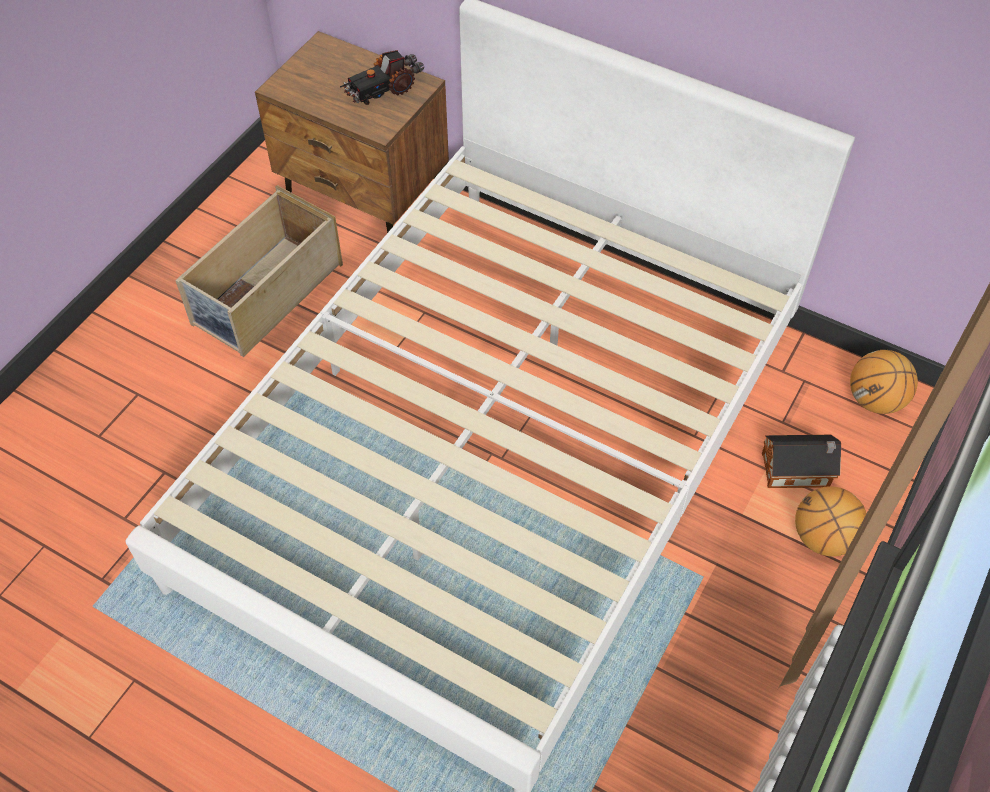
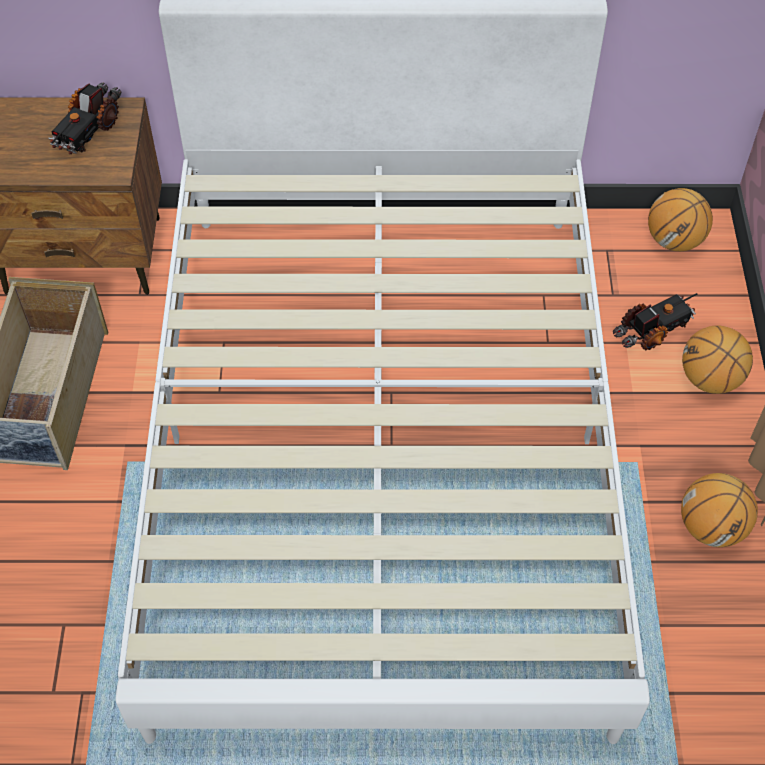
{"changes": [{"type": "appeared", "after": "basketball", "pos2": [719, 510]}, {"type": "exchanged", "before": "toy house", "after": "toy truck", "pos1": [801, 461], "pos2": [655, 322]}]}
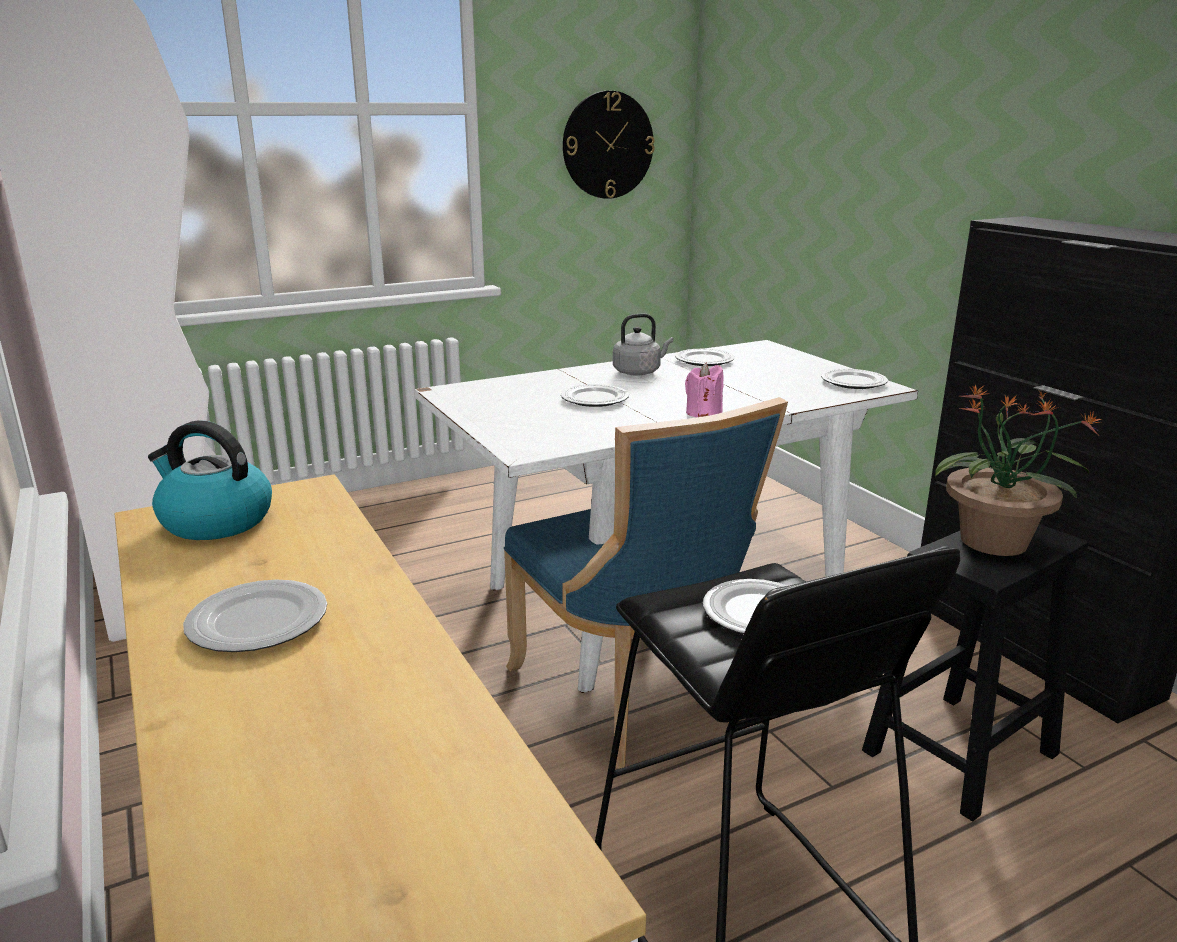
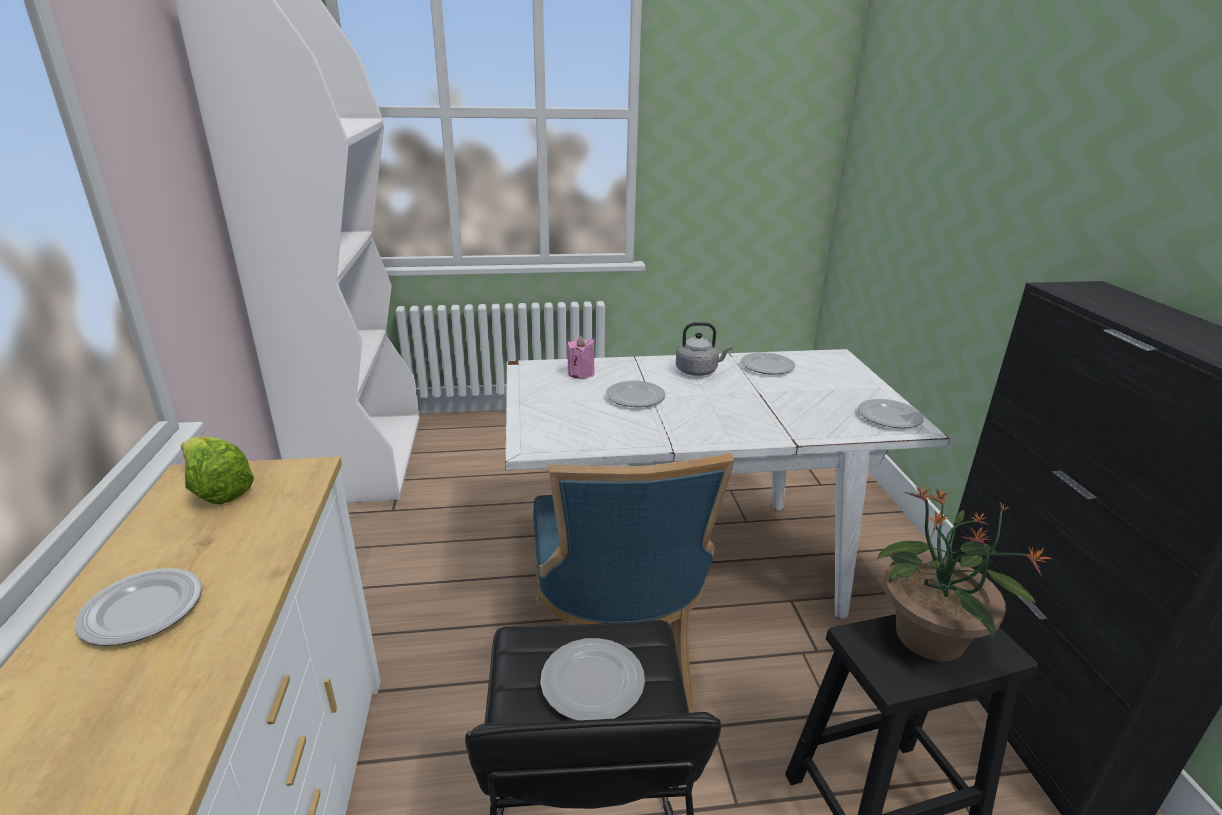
{"changes": [{"type": "missing", "before": "wall clock", "pos1": [609, 145]}, {"type": "relocated", "before": "pink candle", "pos1": [704, 390], "pos2": [581, 357]}, {"type": "exchanged", "before": "kettle", "after": "lettuce", "pos1": [210, 480], "pos2": [217, 470]}]}
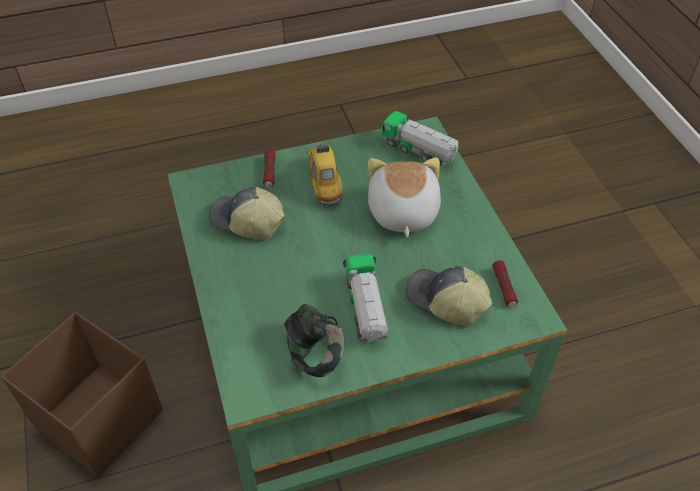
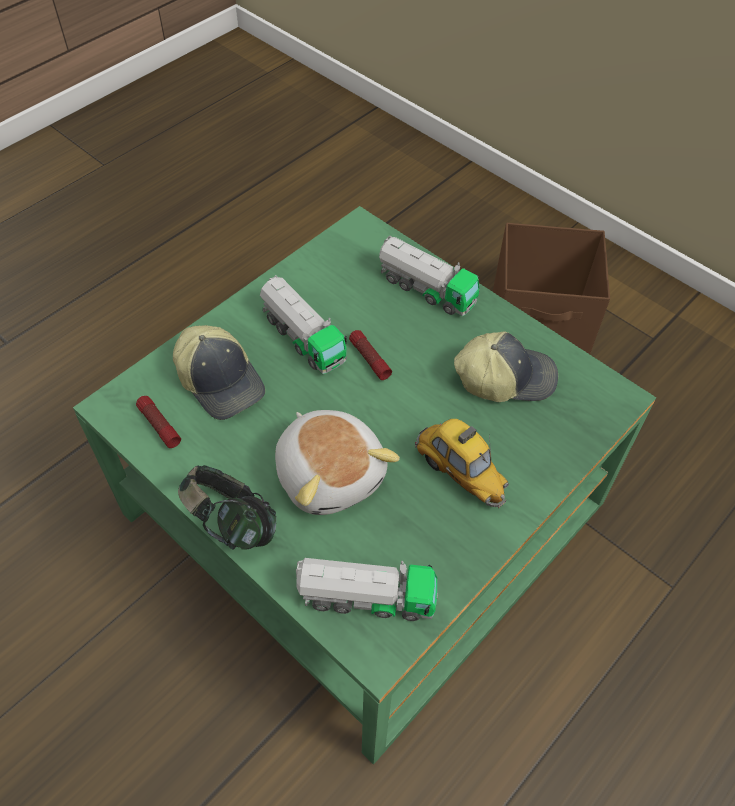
{"changes": [{"type": "appeared", "after": "toy truck", "pos2": [429, 276]}, {"type": "relocated", "before": "flashlight", "pos1": [269, 168], "pos2": [370, 355]}, {"type": "relocated", "before": "headphones", "pos1": [314, 340], "pos2": [227, 507]}, {"type": "spun", "before": "cap", "pos1": [448, 296], "pos2": [219, 372], "turn": 45}]}
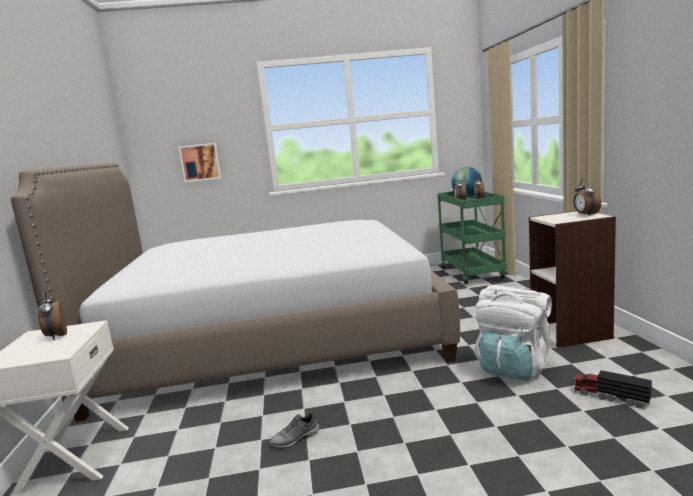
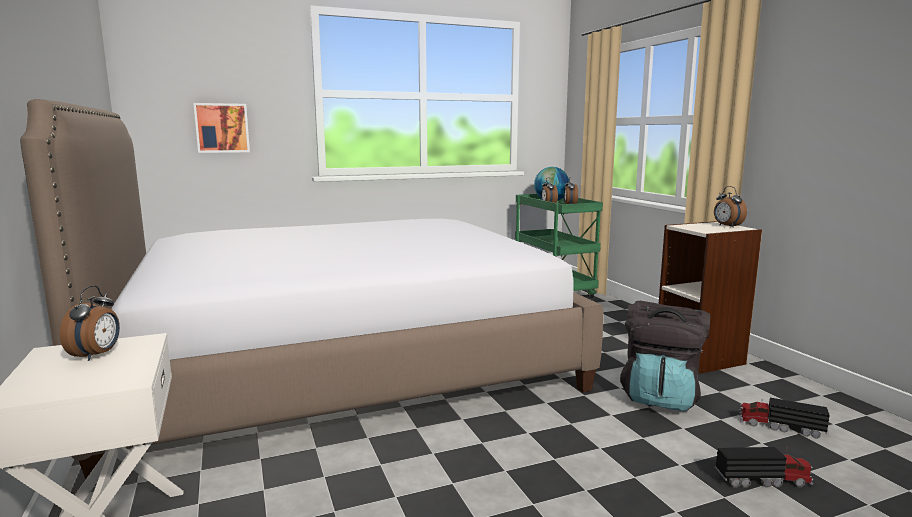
{"changes": [{"type": "missing", "before": "grey shoe", "pos1": [294, 430]}, {"type": "appeared", "after": "toy truck", "pos2": [764, 467]}, {"type": "colour", "before": "white backpack", "after": "black backpack", "pos1": [513, 333], "pos2": [665, 356]}, {"type": "spun", "before": "alarm clock", "pos1": [52, 316], "pos2": [90, 323], "turn": -135}]}
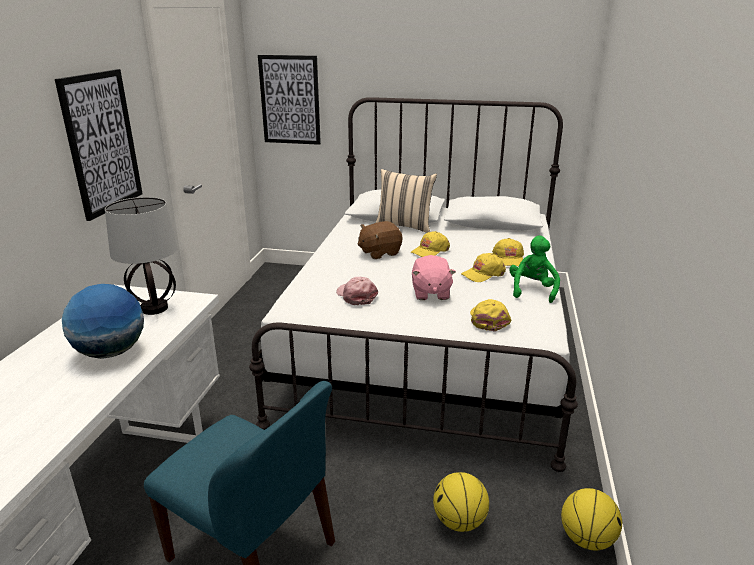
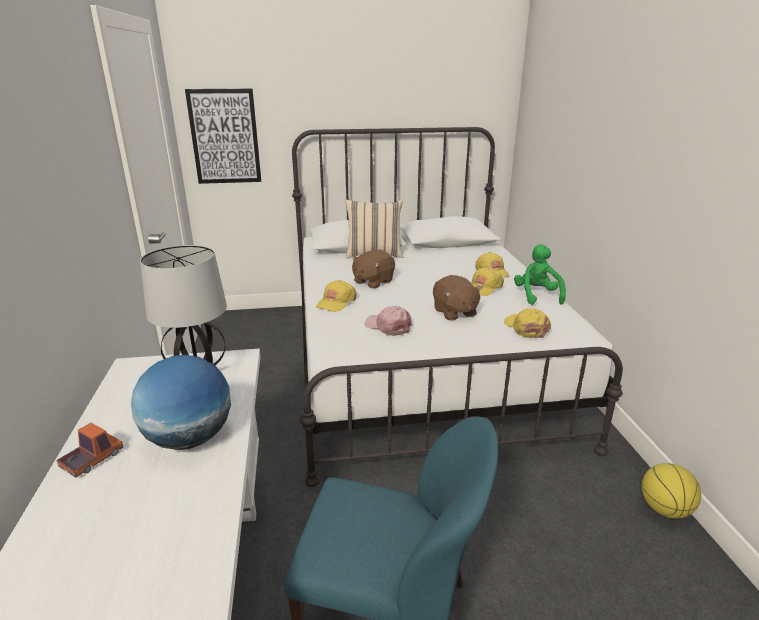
{"changes": [{"type": "missing", "before": "picture", "pos1": [99, 145]}, {"type": "missing", "before": "basketball", "pos1": [461, 502]}, {"type": "appeared", "after": "toy truck", "pos2": [90, 450]}, {"type": "relocated", "before": "yellow cap", "pos1": [430, 244], "pos2": [336, 296]}, {"type": "colour", "before": "pink plush toy", "after": "brown plush toy", "pos1": [434, 277], "pos2": [458, 298]}]}
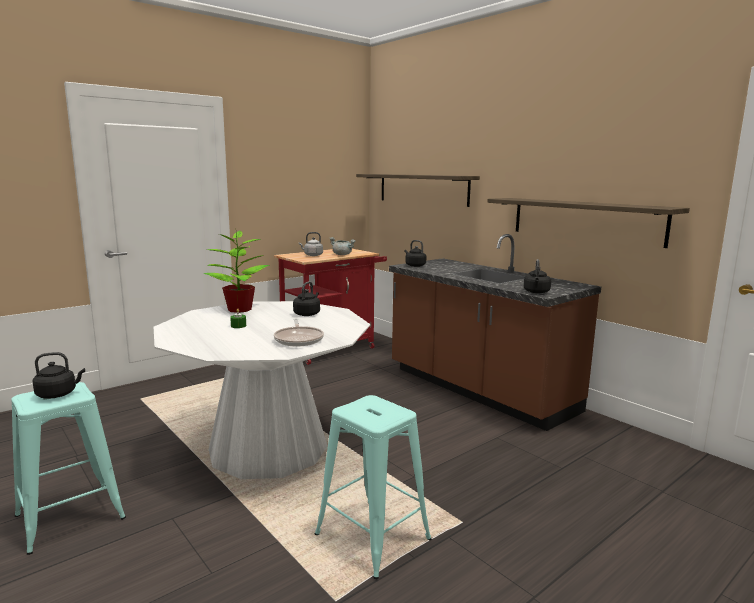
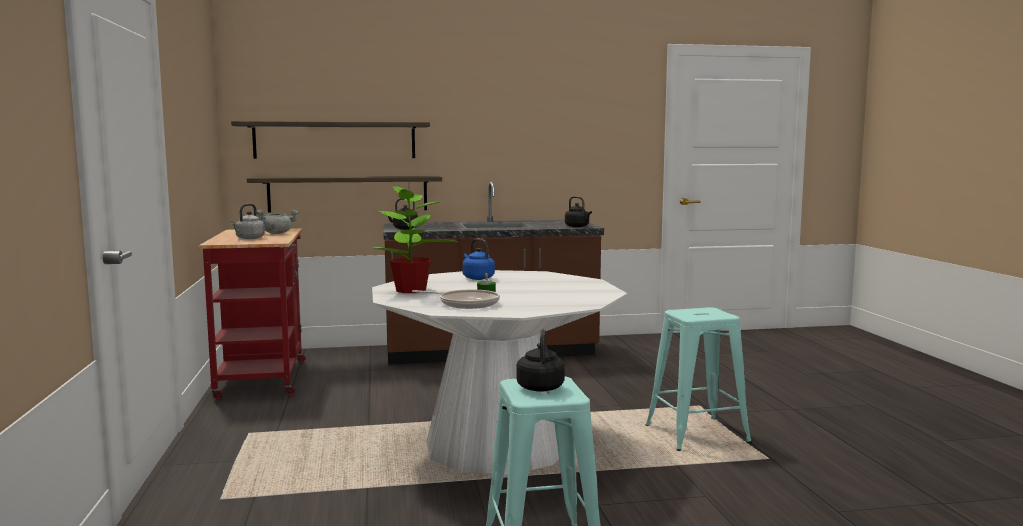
{"changes": [{"type": "relocated", "before": "frying pan", "pos1": [299, 333], "pos2": [456, 299]}, {"type": "relocated", "before": "shelf", "pos1": [588, 223], "pos2": [344, 194]}, {"type": "colour", "before": "black kettle", "after": "blue kettle", "pos1": [306, 298], "pos2": [478, 259]}]}
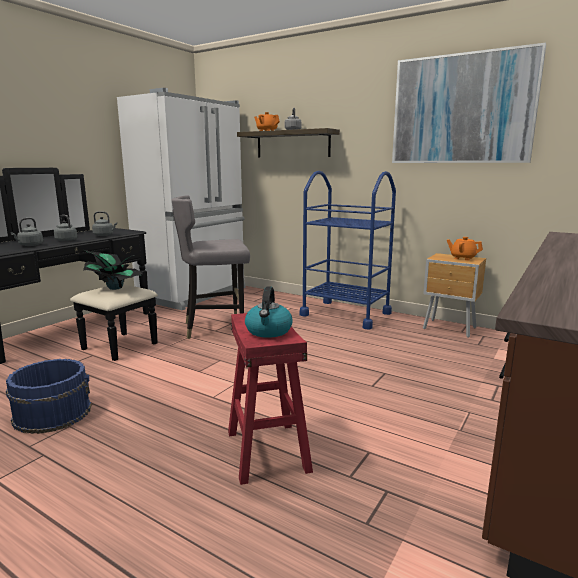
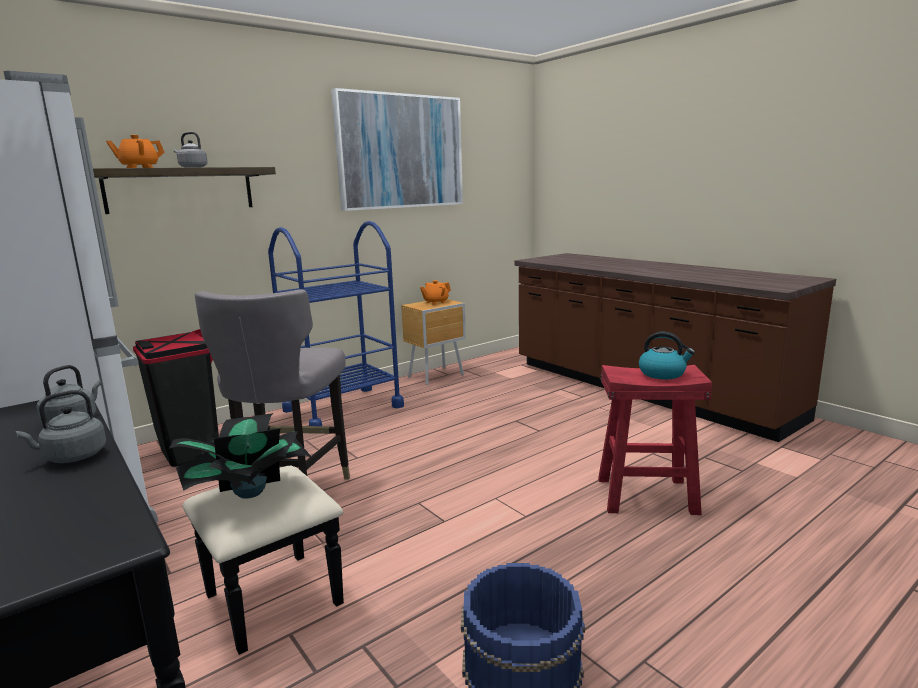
{"changes": [{"type": "missing", "before": "grey kettle", "pos1": [27, 232]}, {"type": "appeared", "after": "black trash can", "pos2": [176, 398]}]}
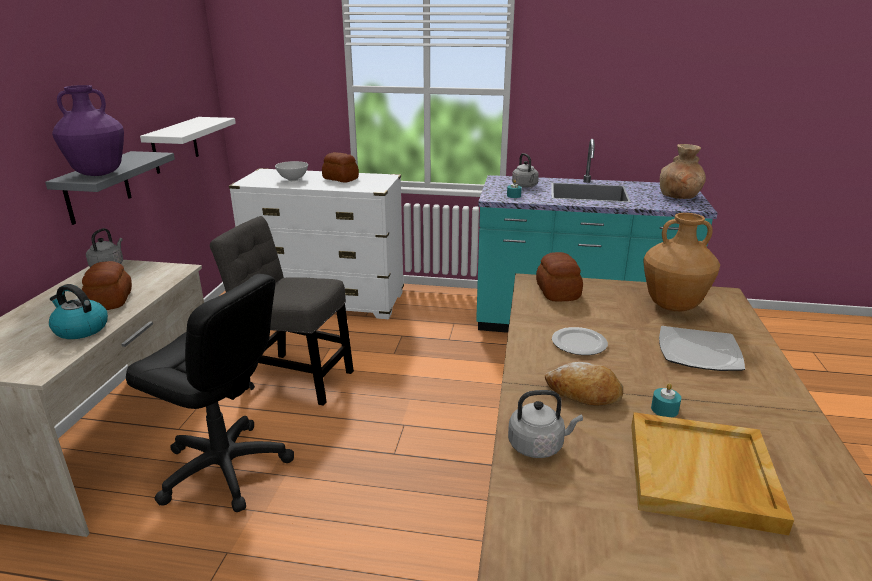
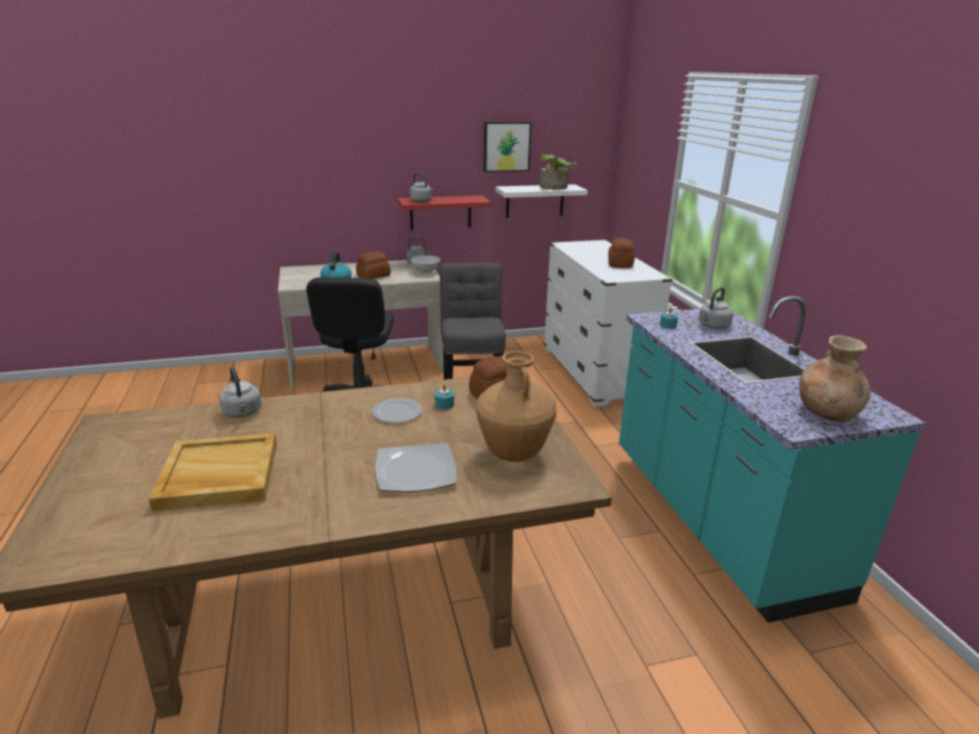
{"changes": [{"type": "missing", "before": "bread", "pos1": [584, 384]}, {"type": "appeared", "after": "picture", "pos2": [508, 147]}, {"type": "appeared", "after": "potted plant", "pos2": [558, 172]}, {"type": "relocated", "before": "white bowl", "pos1": [291, 171], "pos2": [425, 264]}, {"type": "relocated", "before": "turquoise candle", "pos1": [666, 400], "pos2": [444, 397]}, {"type": "exchanged", "before": "purple vase", "after": "grey kettle", "pos1": [88, 130], "pos2": [421, 187]}, {"type": "colour", "before": "grey shelf", "after": "red shelf", "pos1": [110, 188], "pos2": [444, 212]}]}
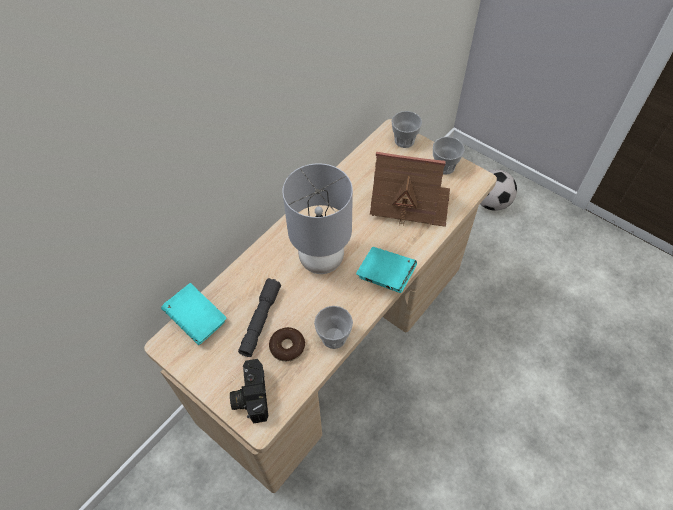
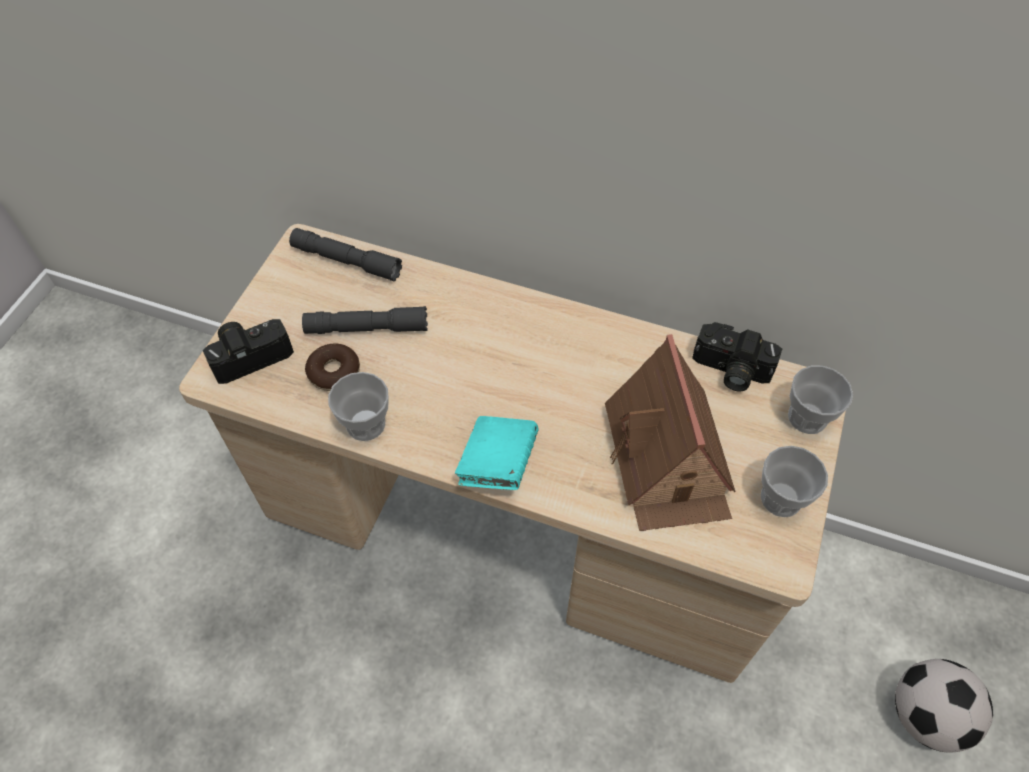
{"changes": [{"type": "missing", "before": "grey table lamp", "pos1": [317, 218]}, {"type": "appeared", "after": "photo camera", "pos2": [737, 356]}, {"type": "exchanged", "before": "turquoise book", "after": "grey flashlight", "pos1": [194, 314], "pos2": [345, 254]}]}
